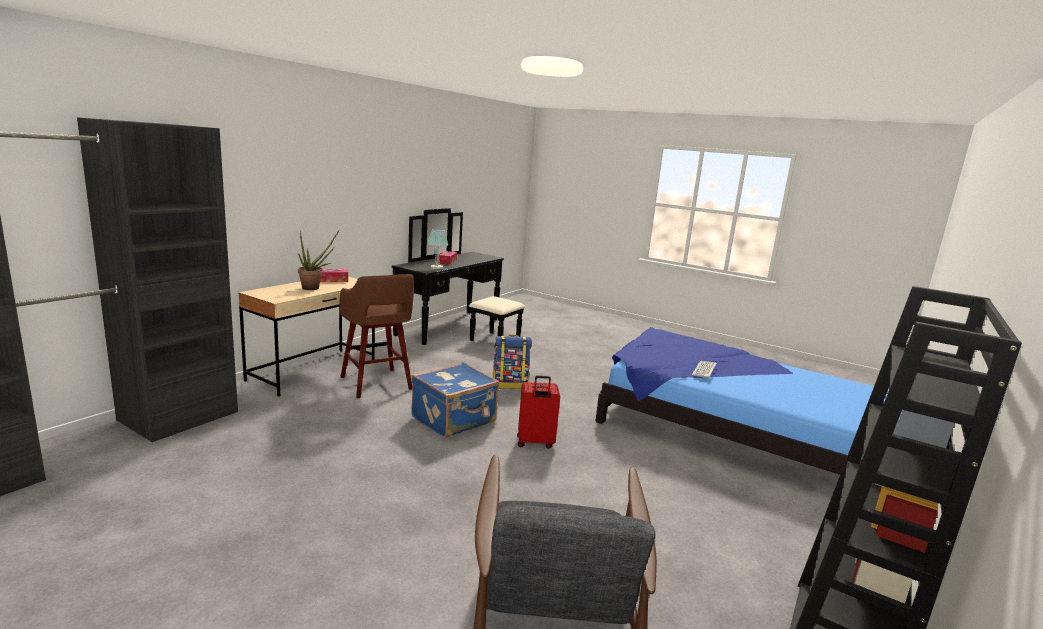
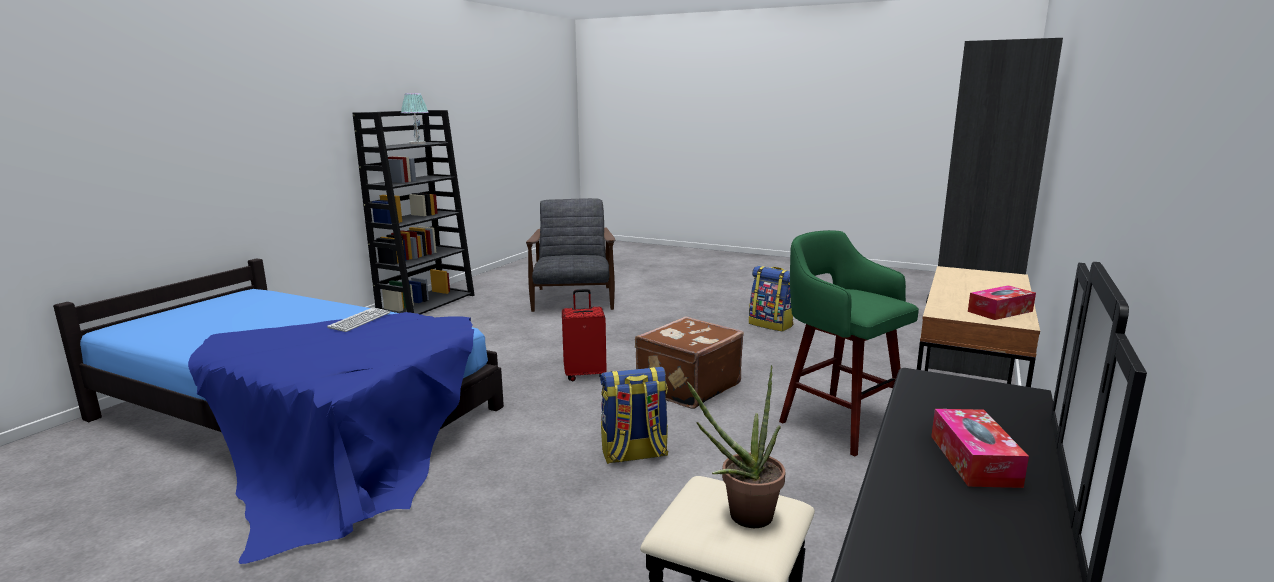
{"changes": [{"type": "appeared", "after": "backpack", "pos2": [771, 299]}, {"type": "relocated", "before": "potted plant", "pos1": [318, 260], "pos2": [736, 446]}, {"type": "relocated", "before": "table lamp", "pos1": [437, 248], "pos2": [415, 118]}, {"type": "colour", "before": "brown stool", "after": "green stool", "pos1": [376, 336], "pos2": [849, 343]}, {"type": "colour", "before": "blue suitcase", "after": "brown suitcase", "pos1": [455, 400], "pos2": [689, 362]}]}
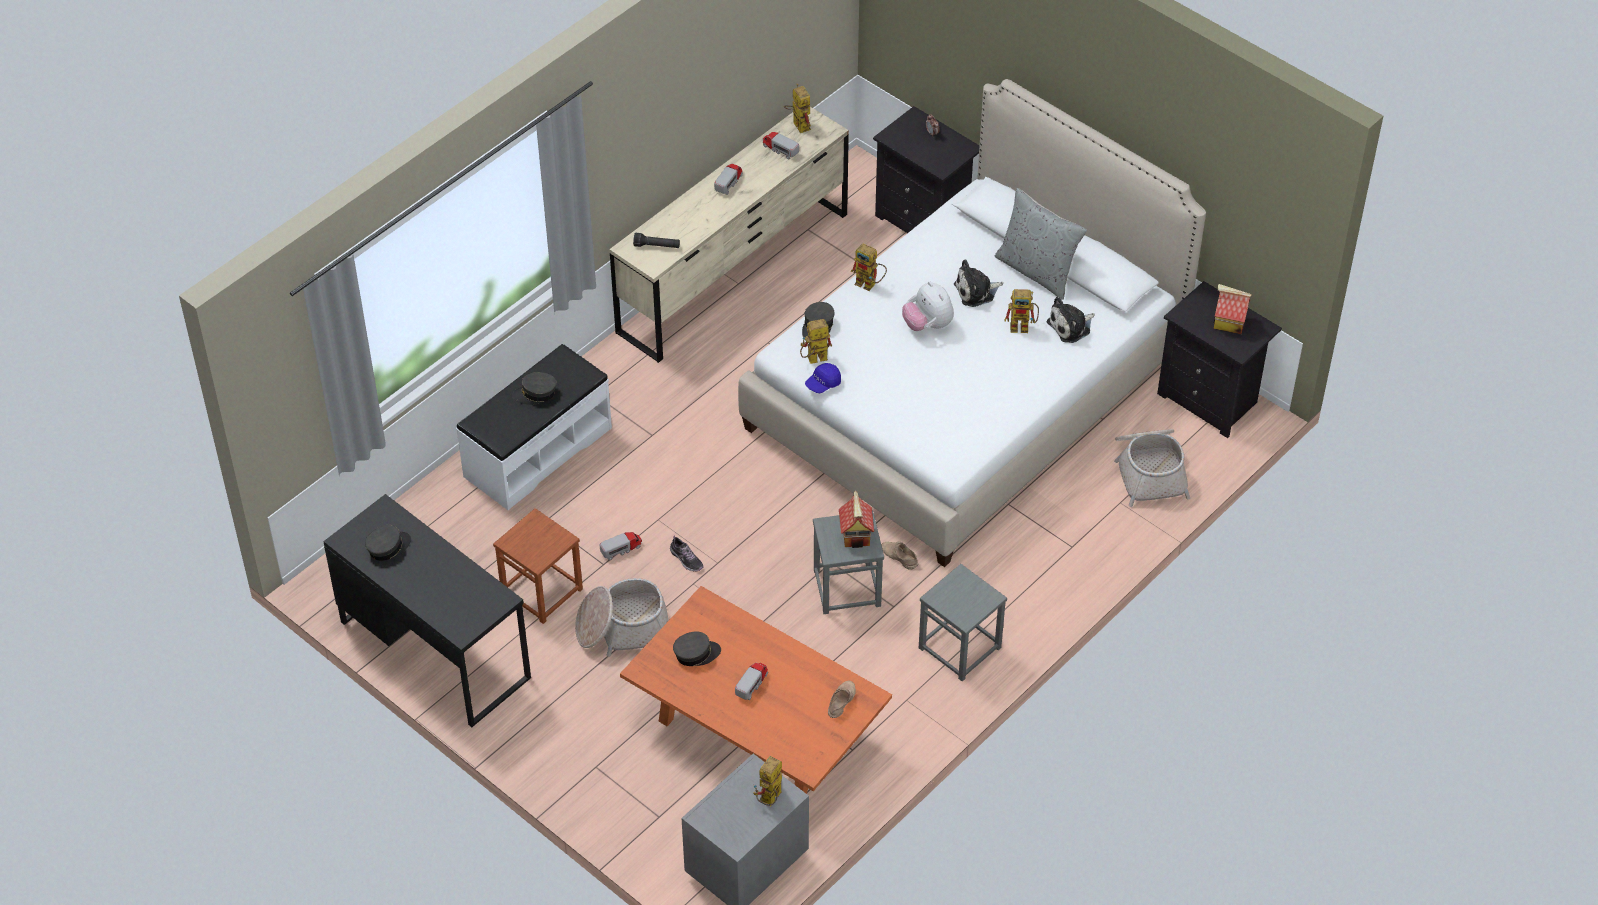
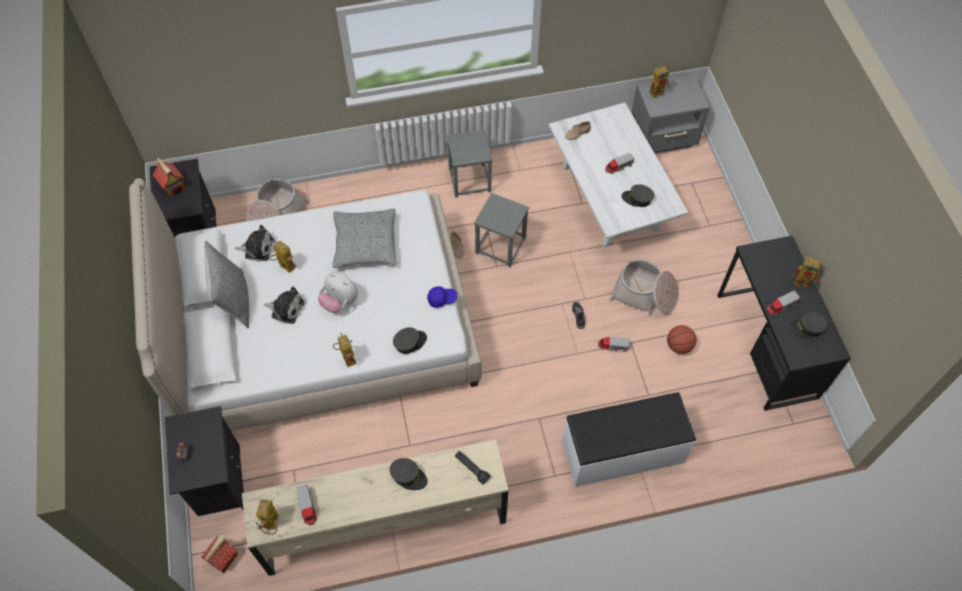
{"changes": [{"type": "appeared", "after": "grey pillow", "pos2": [364, 238]}, {"type": "relocated", "before": "grey cap", "pos1": [534, 388], "pos2": [409, 474]}, {"type": "relocated", "before": "toy truck", "pos1": [728, 179], "pos2": [783, 303]}, {"type": "relocated", "before": "toy robot", "pos1": [816, 341], "pos2": [807, 273]}, {"type": "relocated", "before": "toy house", "pos1": [856, 519], "pos2": [219, 553]}, {"type": "exchanged", "before": "brown stool", "after": "basketball", "pos1": [538, 566], "pos2": [681, 339]}, {"type": "colour", "before": "orange coffee table", "after": "white coffee table", "pos1": [756, 690], "pos2": [618, 175]}, {"type": "spun", "before": "plush toy", "pos1": [928, 306], "pos2": [338, 292], "turn": 120}]}
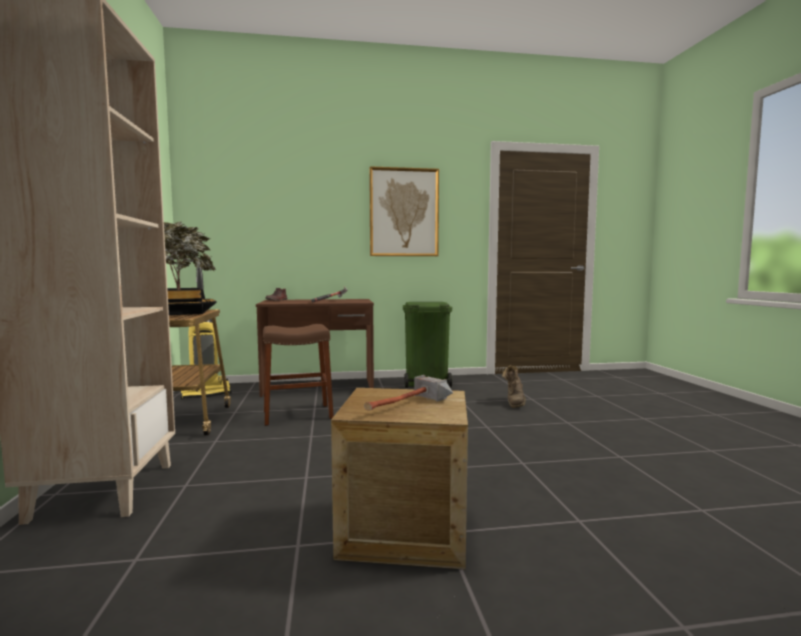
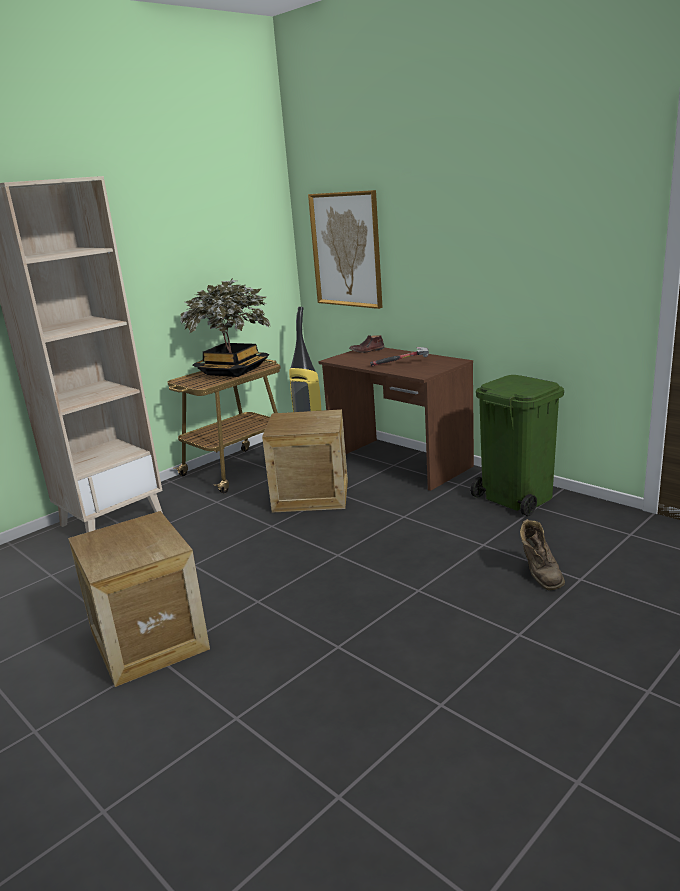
{"changes": [{"type": "missing", "before": "hammer", "pos1": [408, 393]}, {"type": "relocated", "before": "picture", "pos1": [404, 211], "pos2": [345, 249]}, {"type": "exchanged", "before": "brown stool", "after": "crate", "pos1": [298, 375], "pos2": [305, 461]}, {"type": "spun", "before": "brown boot", "pos1": [514, 386], "pos2": [542, 554], "turn": -75}]}
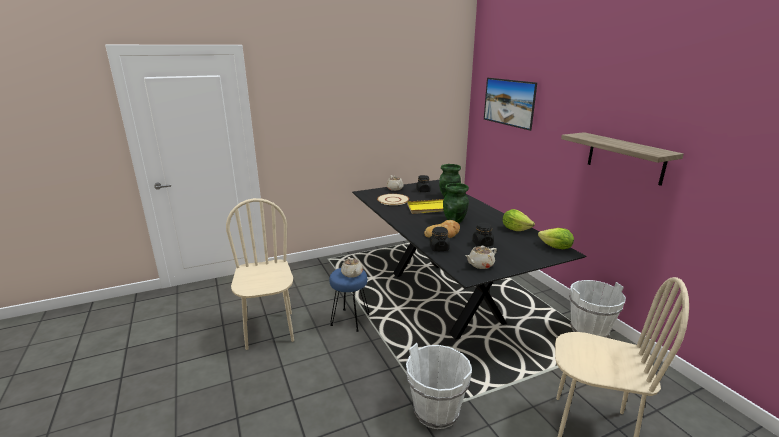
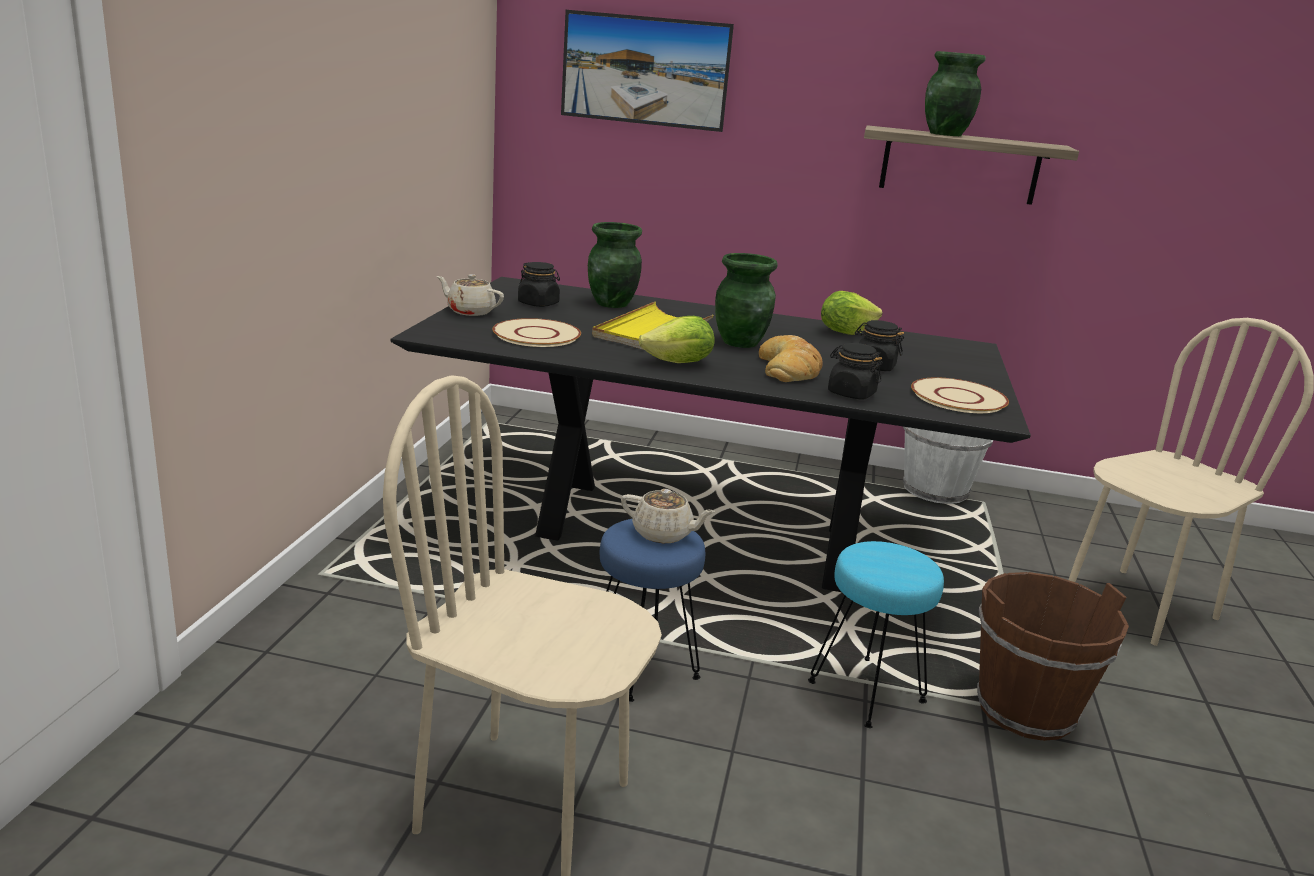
{"changes": [{"type": "appeared", "after": "turquoise stool", "pos2": [876, 634]}, {"type": "appeared", "after": "green vase", "pos2": [955, 93]}, {"type": "relocated", "before": "lettuce", "pos1": [556, 238], "pos2": [677, 339]}, {"type": "exchanged", "before": "beige teapot", "after": "beige plate", "pos1": [481, 257], "pos2": [960, 395]}, {"type": "colour", "before": "white bucket", "after": "brown bucket", "pos1": [439, 386], "pos2": [1053, 656]}]}
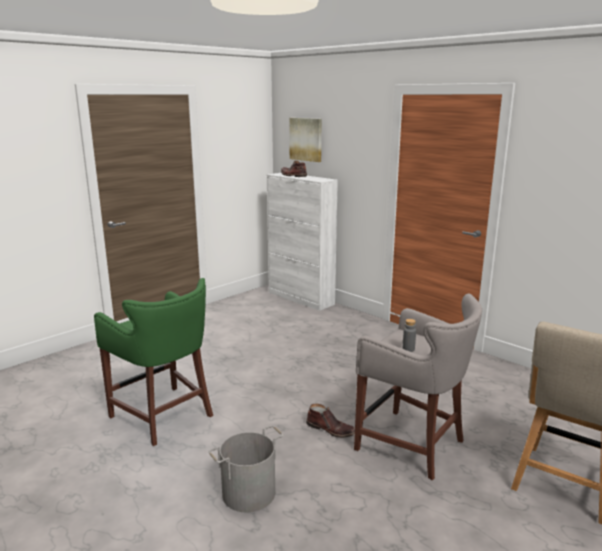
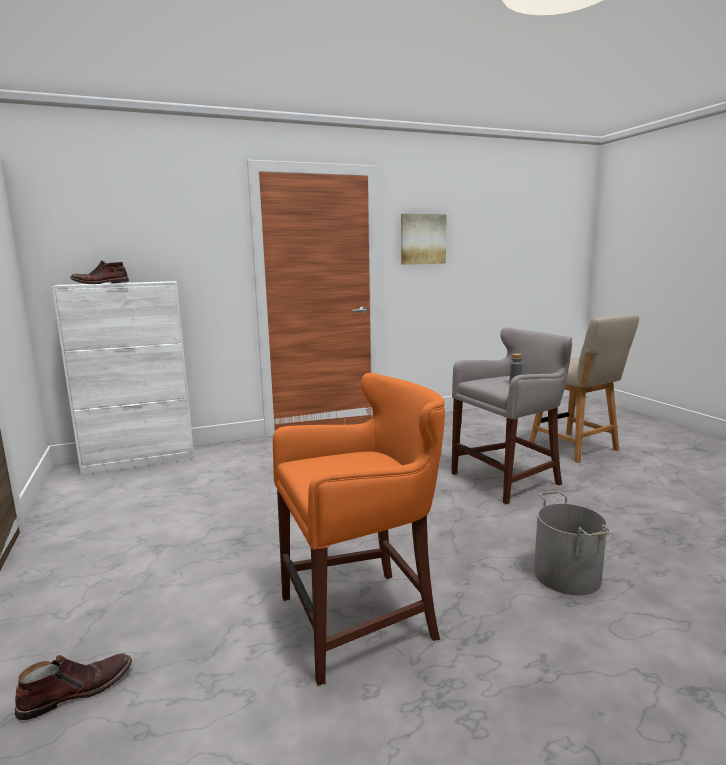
{"changes": [{"type": "relocated", "before": "picture", "pos1": [305, 140], "pos2": [424, 239]}, {"type": "relocated", "before": "brown boot", "pos1": [330, 421], "pos2": [73, 686]}, {"type": "colour", "before": "green stool", "after": "orange stool", "pos1": [153, 362], "pos2": [359, 529]}]}
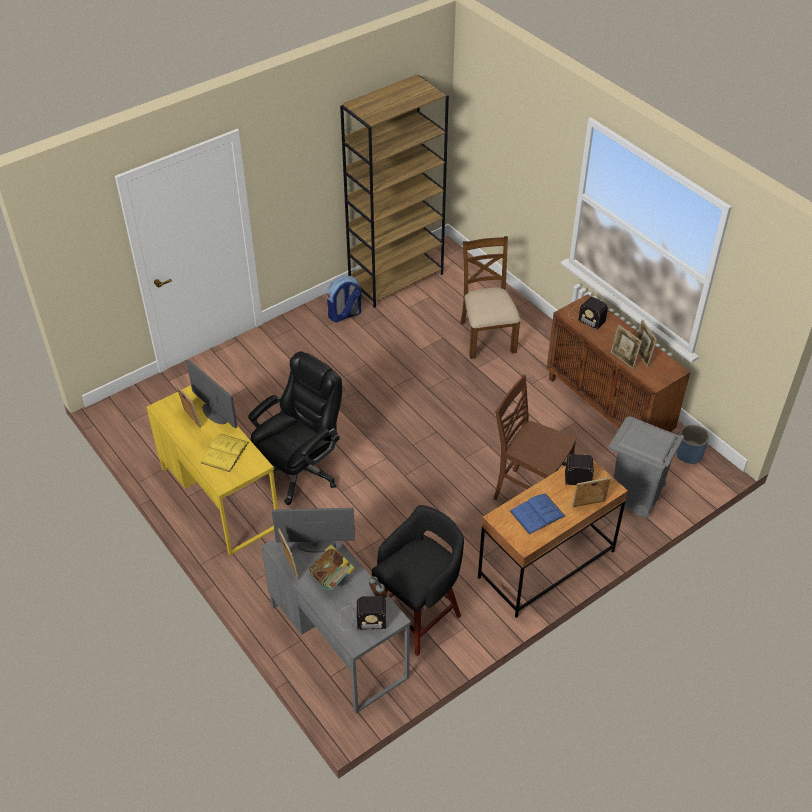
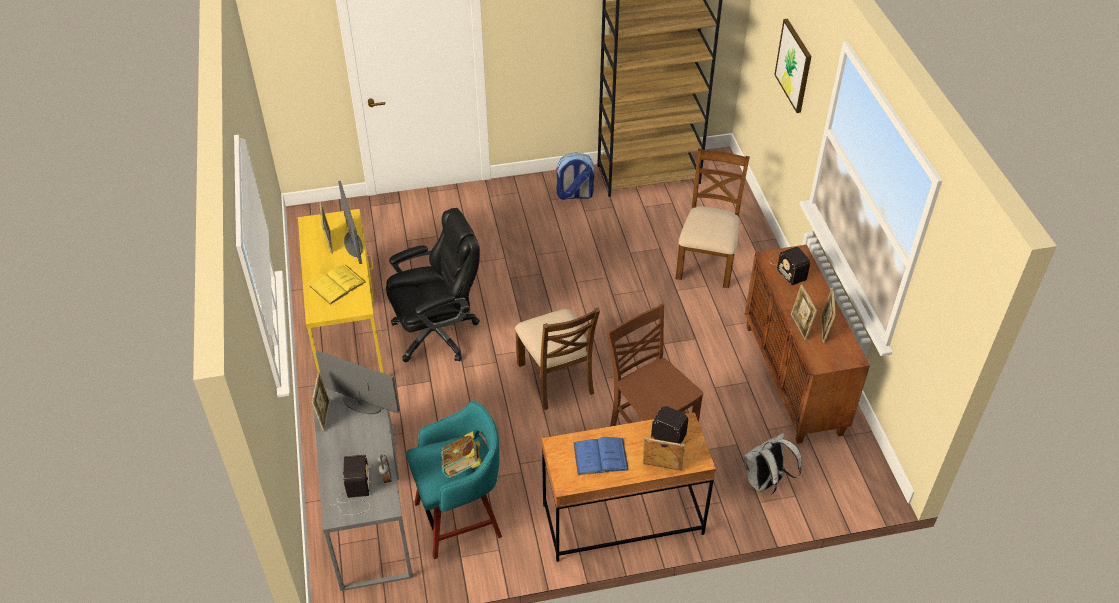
{"changes": [{"type": "missing", "before": "blue planter", "pos1": [692, 444]}, {"type": "appeared", "after": "brown chair", "pos2": [557, 359]}, {"type": "appeared", "after": "picture", "pos2": [792, 66]}, {"type": "relocated", "before": "book", "pos1": [332, 567], "pos2": [461, 454]}, {"type": "exchanged", "before": "grey trash can", "after": "white backpack", "pos1": [646, 467], "pos2": [772, 464]}, {"type": "colour", "before": "black stool", "after": "turquoise stool", "pos1": [418, 580], "pos2": [454, 480]}, {"type": "spun", "before": "radio", "pos1": [362, 613], "pos2": [350, 485], "turn": -120}]}
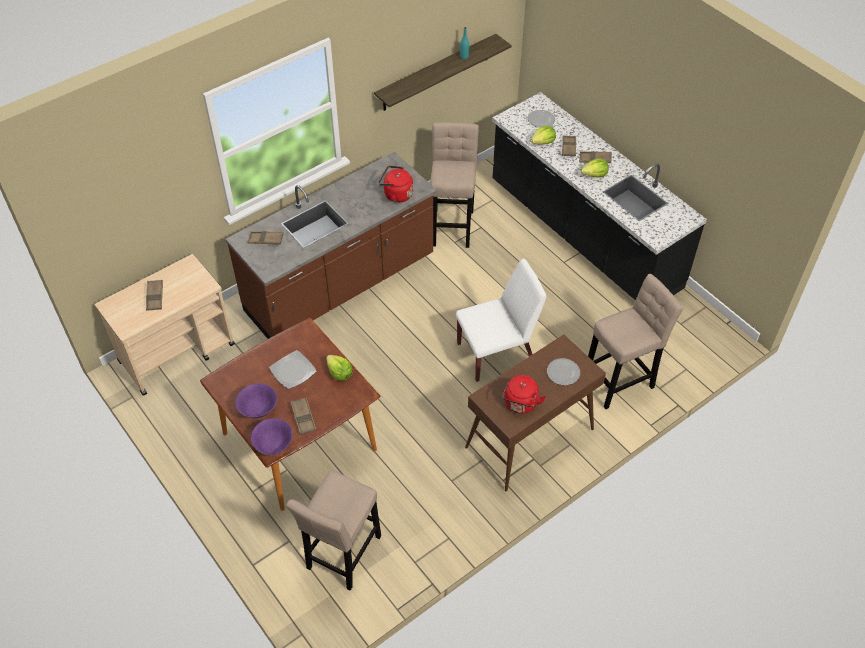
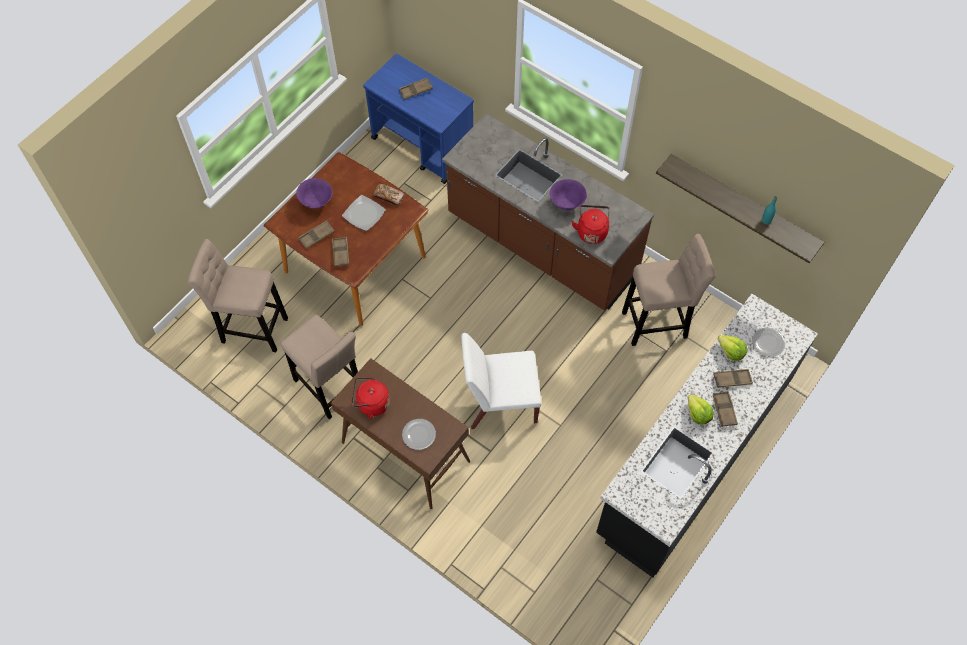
{"changes": [{"type": "missing", "before": "lettuce", "pos1": [339, 368]}, {"type": "appeared", "after": "bread", "pos2": [388, 195]}, {"type": "relocated", "before": "brown tray", "pos1": [266, 237], "pos2": [340, 252]}, {"type": "relocated", "before": "purple bowl", "pos1": [272, 436], "pos2": [568, 194]}, {"type": "relocated", "before": "beige stool", "pos1": [635, 341], "pos2": [319, 367]}, {"type": "colour", "before": "beige cart", "after": "blue cart", "pos1": [165, 325], "pos2": [418, 119]}, {"type": "spun", "before": "white chair", "pos1": [501, 320], "pos2": [501, 381], "turn": 120}]}
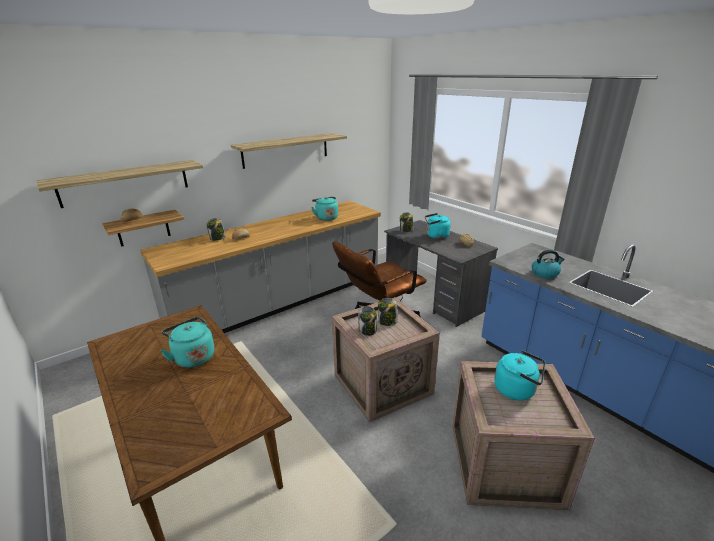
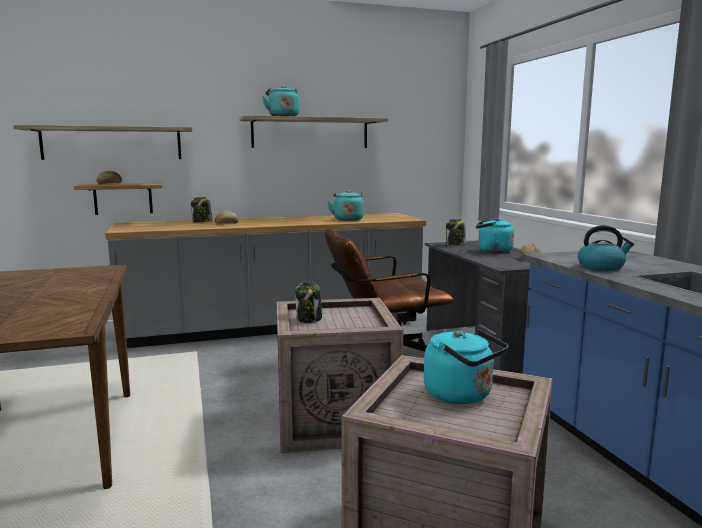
{"changes": [{"type": "missing", "before": "jar", "pos1": [388, 312]}, {"type": "relocated", "before": "turquoise kettle", "pos1": [187, 342], "pos2": [280, 101]}]}
